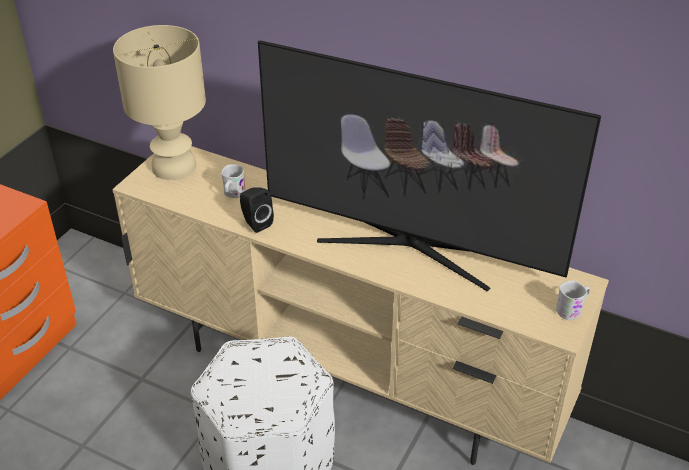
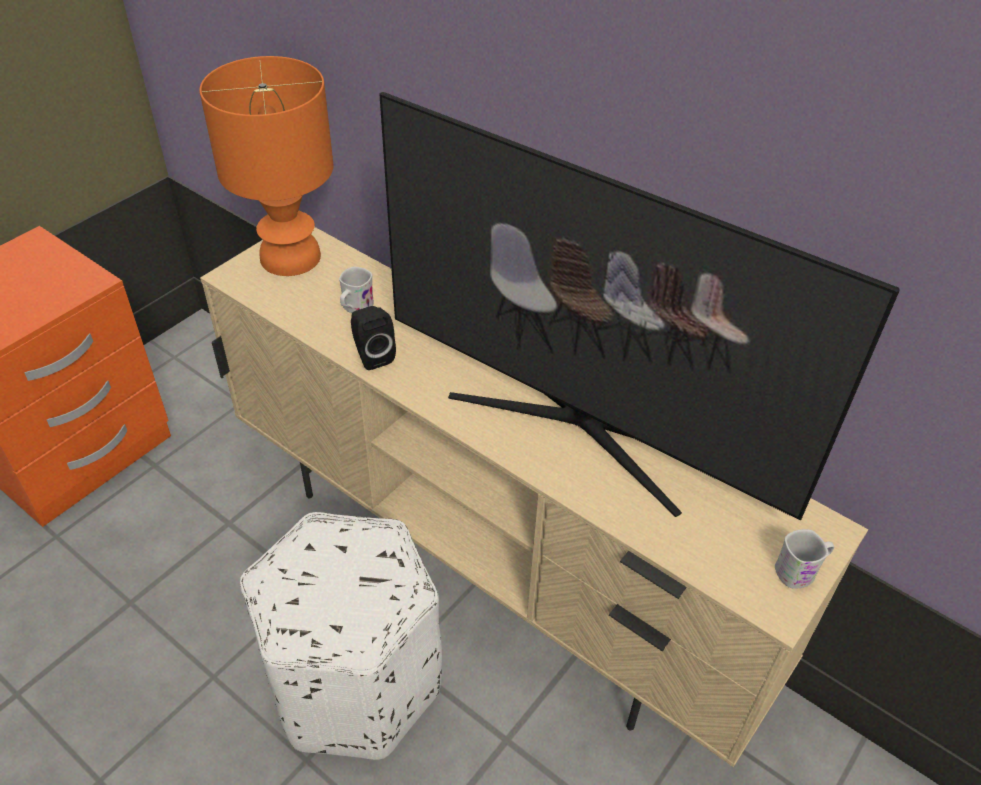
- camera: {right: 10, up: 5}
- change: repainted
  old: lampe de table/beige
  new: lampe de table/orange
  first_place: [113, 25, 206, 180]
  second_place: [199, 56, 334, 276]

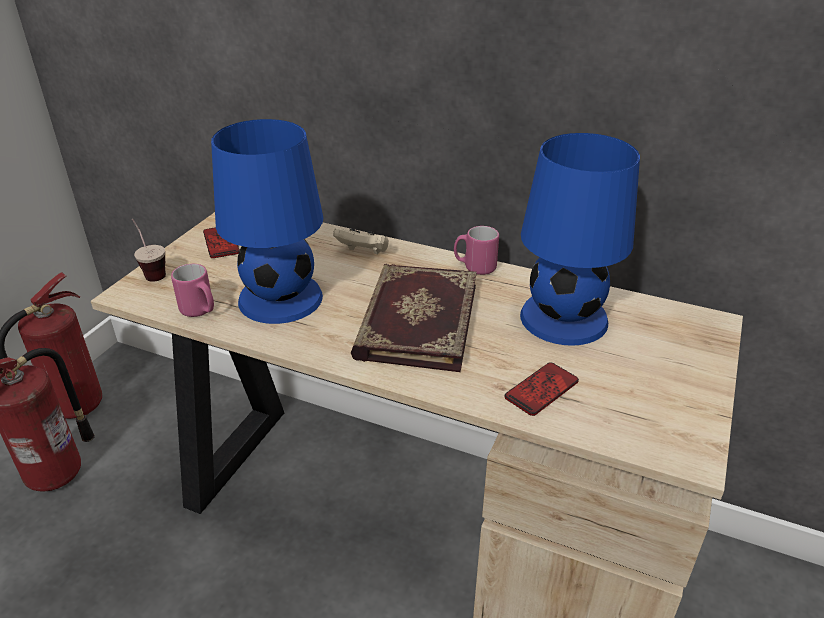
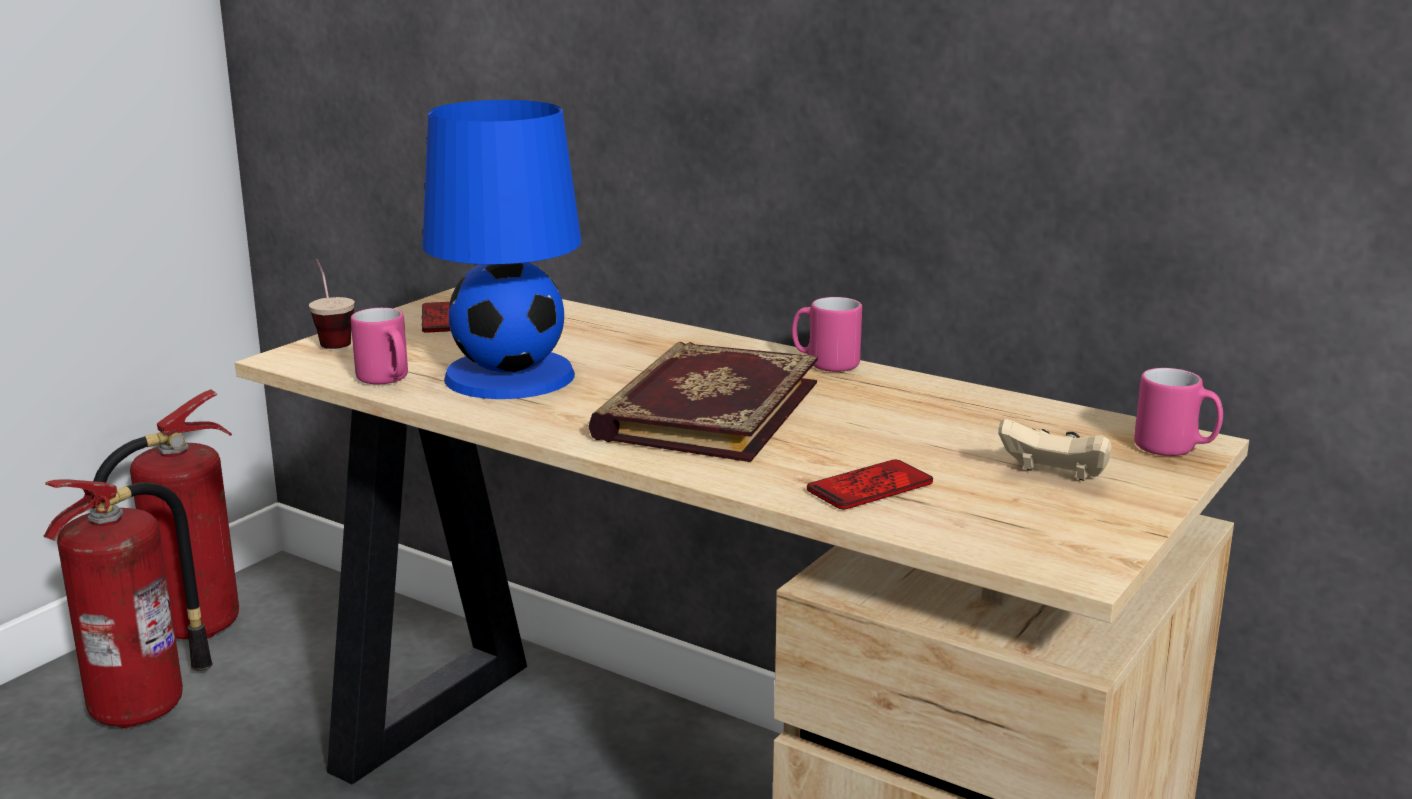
- camera: {right: 10, up: -15}
- change: gone
  old: lampe de table/bleu
  first_place: [520, 133, 640, 346]
- change: new
  new: mug/rose
  second_place: [1134, 368, 1223, 456]
- change: shifted
  old: manette/beige
  first_place: [333, 228, 389, 254]
  second_place: [998, 419, 1111, 481]

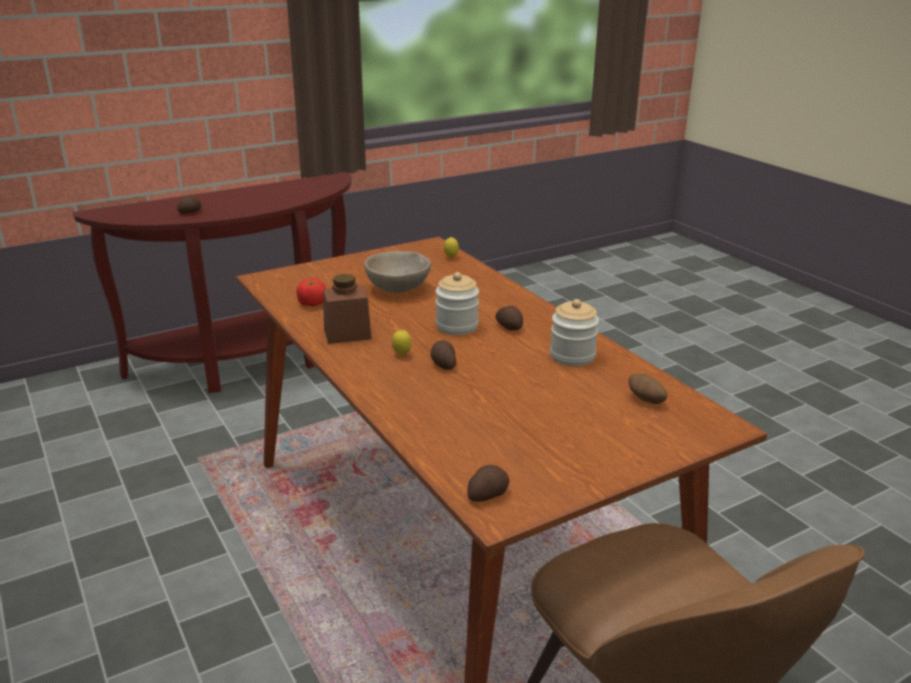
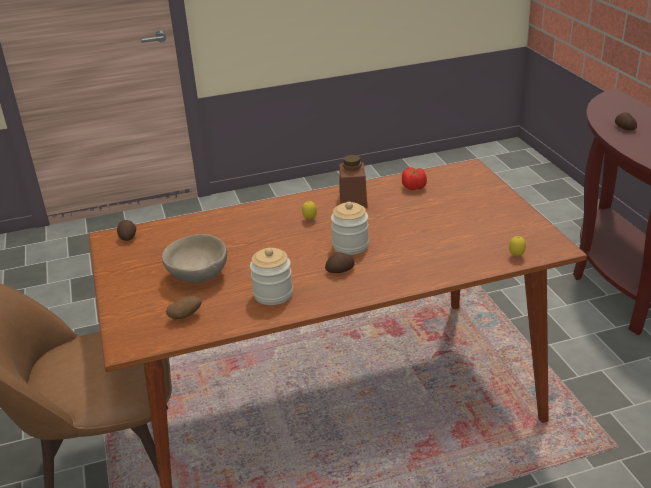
- camera: {right: 105, up: 5}
- change: gone
  old: pomme de terre
  first_place: [430, 340, 456, 370]
- change: shifted
  old: bol/beige
  first_place: [365, 251, 431, 293]
  second_place: [162, 234, 227, 283]

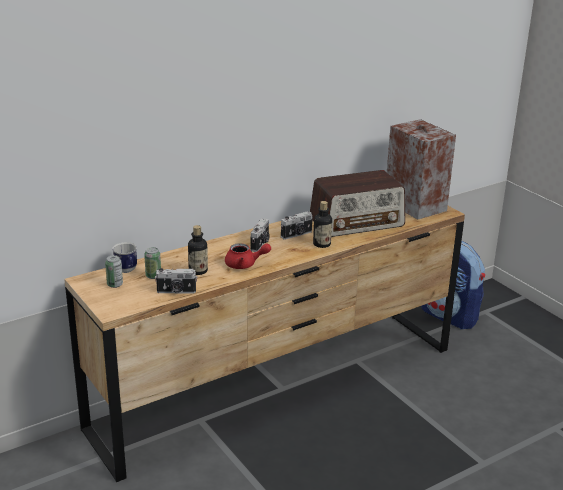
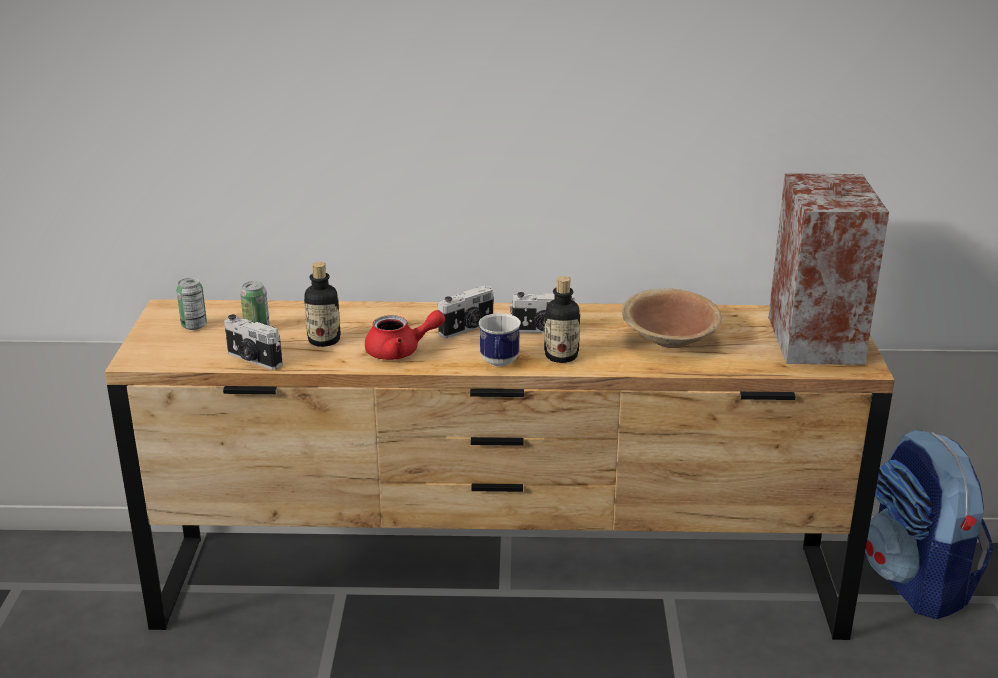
- camera: {right: 35, up: 0}
- change: shifted
  old: mug
  first_place: [112, 242, 137, 273]
  second_place: [479, 313, 521, 367]
- change: swapped
  old: radio
  new: bol/marron
  first_place: [310, 170, 405, 237]
  second_place: [622, 288, 722, 348]
- change: rotated
  old: théière/rouge
  first_place: [225, 243, 271, 269]
  second_place: [365, 310, 445, 360]
  degrees: -45

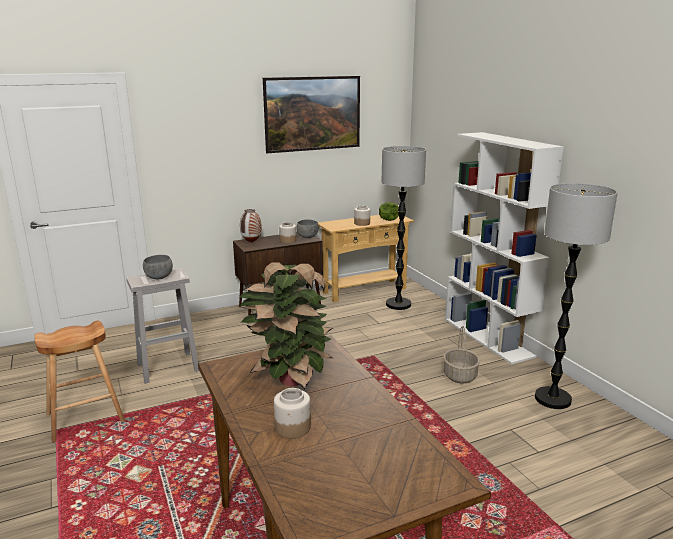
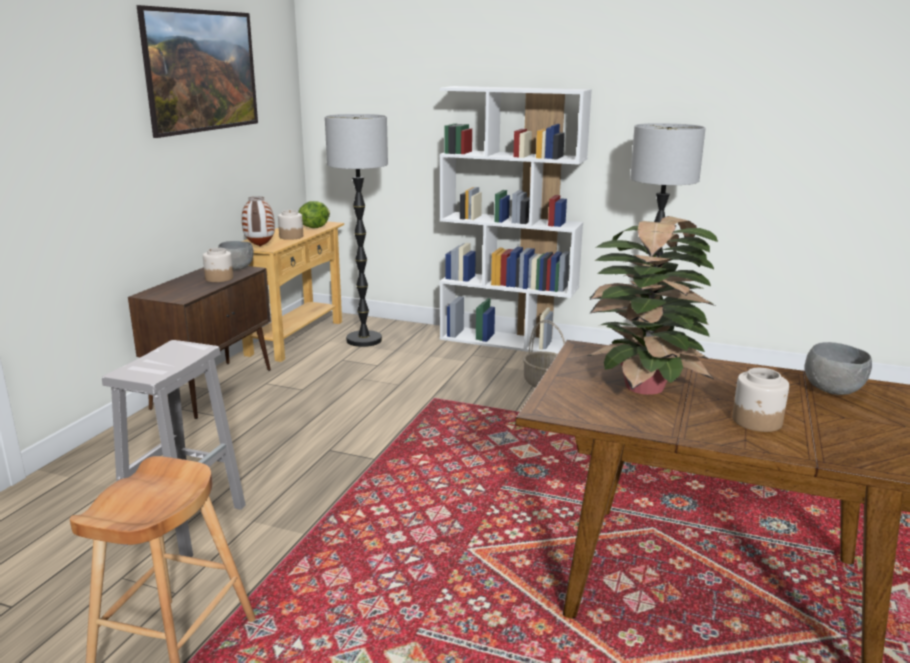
- camera: {right: -45, up: 0}
- change: shifted
  old: bol/gris
  first_place: [143, 255, 173, 280]
  second_place: [805, 342, 872, 395]
- change: shifted
  old: vase
  first_place: [240, 209, 262, 242]
  second_place: [242, 196, 275, 247]

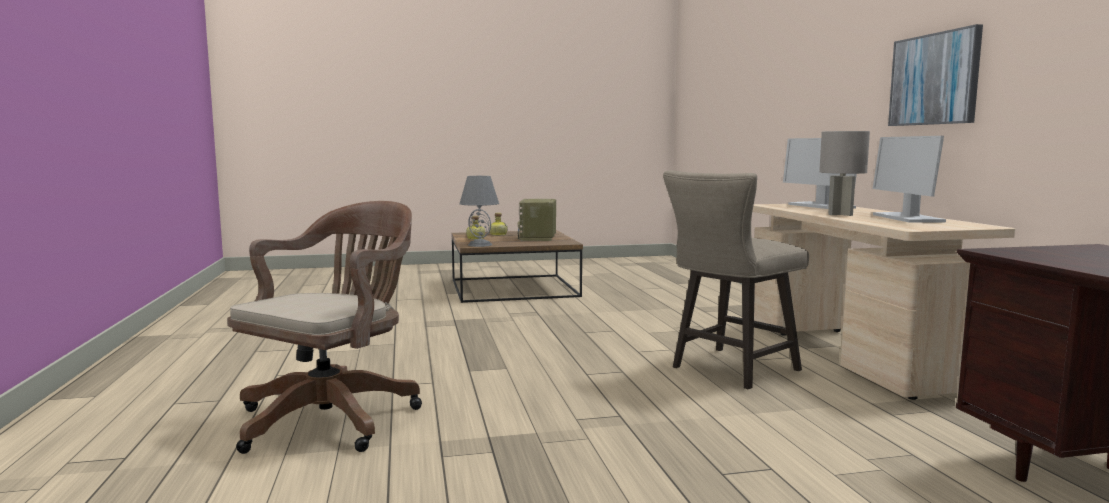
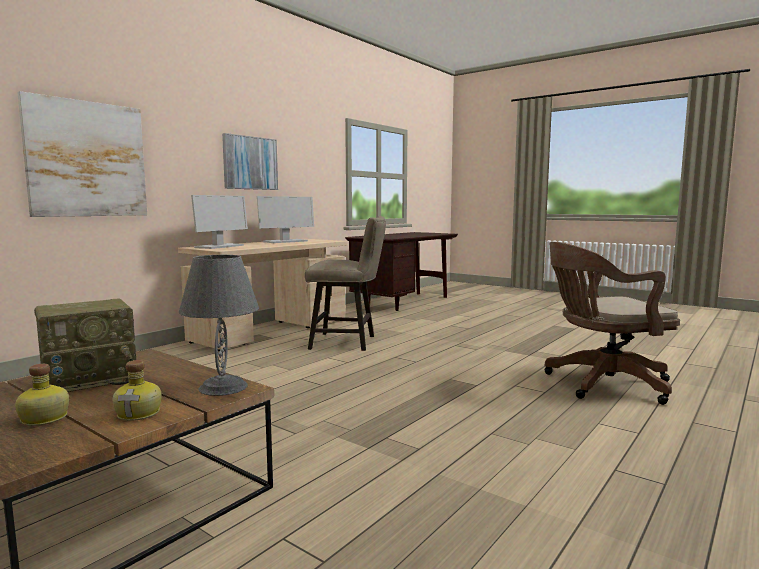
- camera: {right: -130, up: 0}
- change: gone
  old: lampe de table/gris
  first_place: [819, 131, 870, 216]
- change: new
  new: tableau
  second_place: [17, 91, 147, 217]

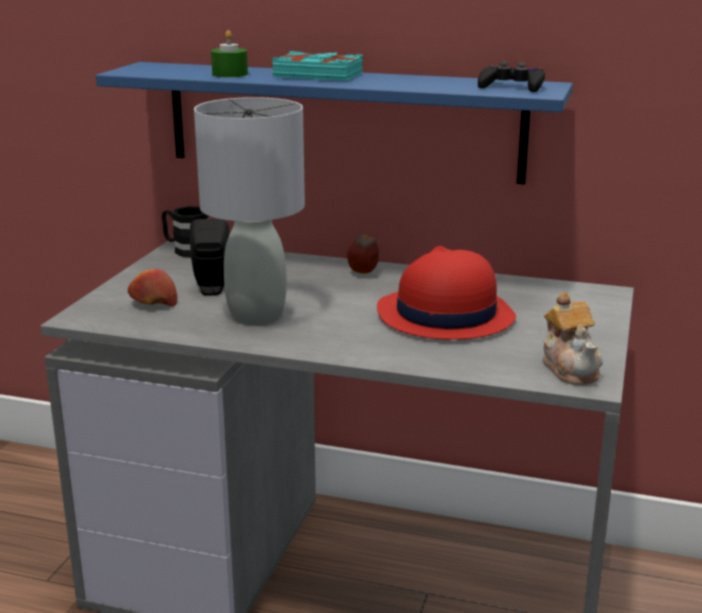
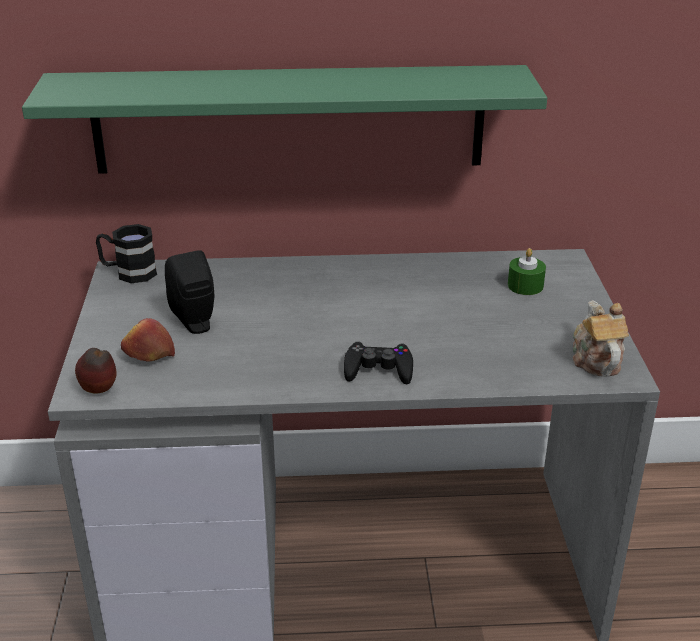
- camera: {right: -20, up: 10}
- change: gone
  old: lampe de table/gris
  first_place: [194, 97, 305, 326]
- change: gone
  old: livre/turquoise
  first_place: [272, 51, 363, 81]
- change: gone
  old: chapeau/rouge
  first_place: [377, 246, 516, 340]
- change: shifted
  old: bougie/vert
  first_place: [211, 30, 248, 77]
  second_place: [508, 248, 546, 295]
- change: shifted
  old: pomme
  first_place: [347, 234, 379, 274]
  second_place: [75, 348, 117, 394]
- change: shifted
  old: manette/noir
  first_place: [478, 61, 545, 92]
  second_place: [344, 341, 413, 384]
- change: repainted
  old: étagère/bleu
  new: étagère/vert
  first_place: [96, 62, 573, 185]
  second_place: [22, 65, 547, 174]
- change: rotated
  old: théière
  first_place: [543, 292, 603, 385]
  second_place: [573, 300, 629, 377]
  degrees: -150

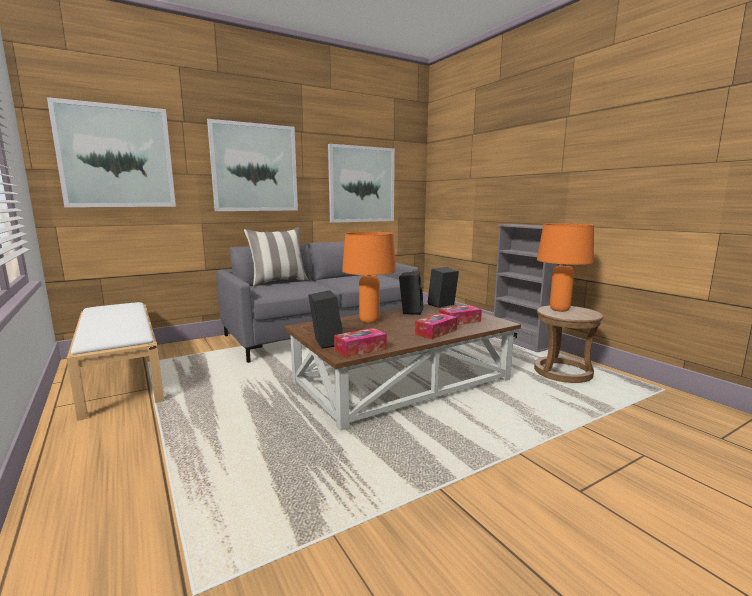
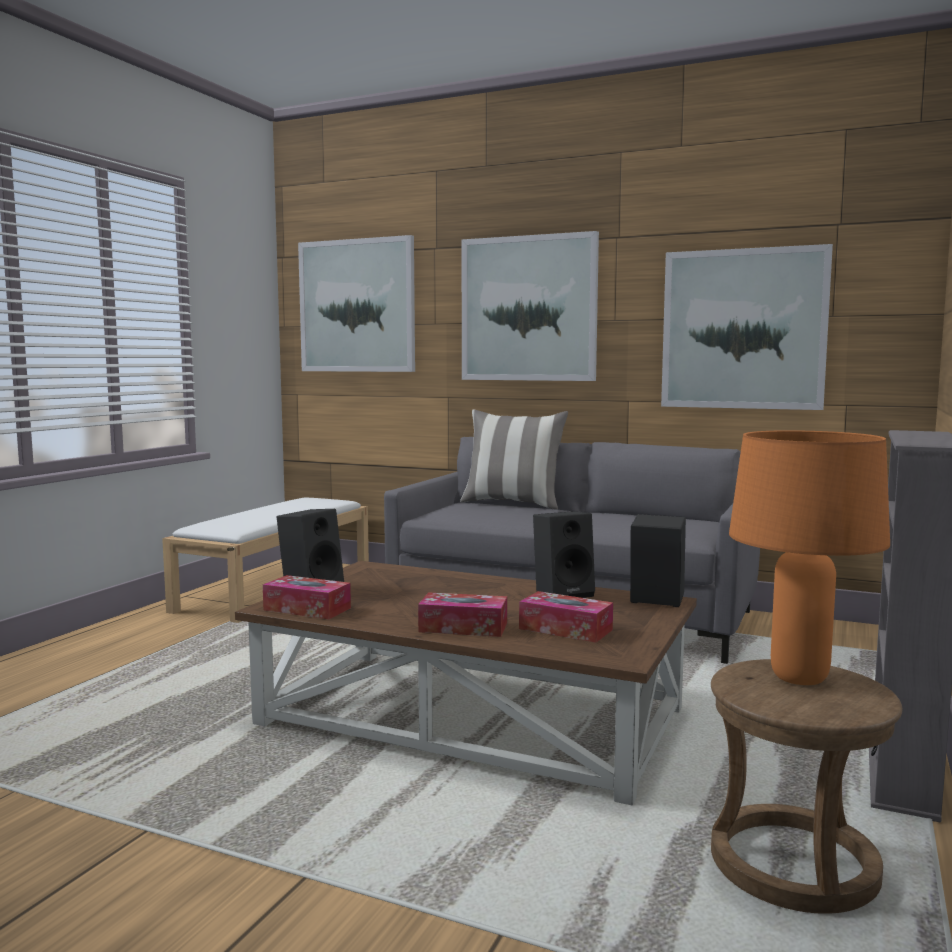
- camera: {right: 55, up: -5}
- change: gone
  old: lampe de table/orange
  first_place: [342, 232, 396, 323]

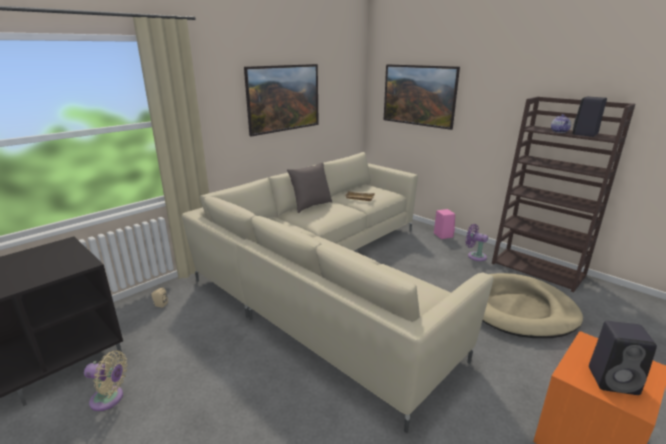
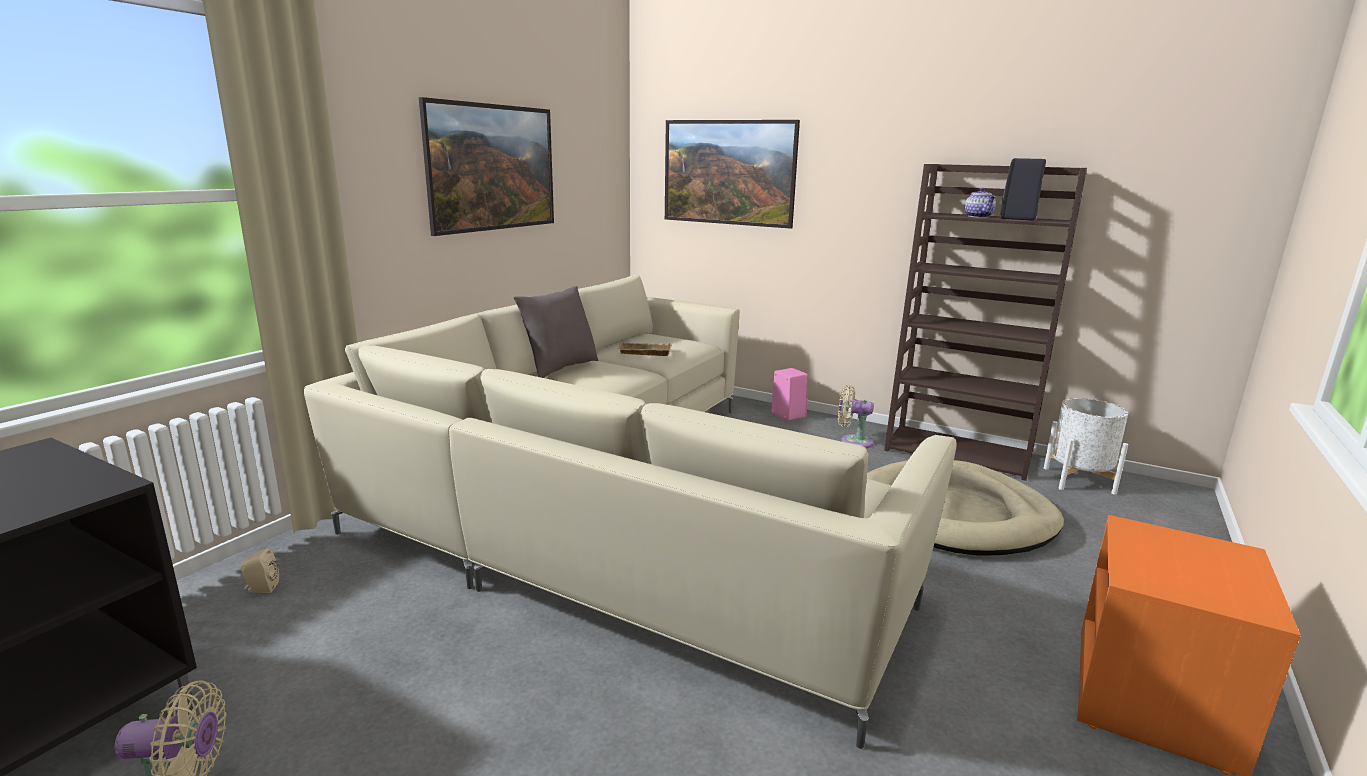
- camera: {right: -15, up: -5}
- change: gone
  old: enceinte/noir
  first_place: [589, 321, 657, 395]
- change: new
  new: cache-pot/blanc
  second_place: [1044, 398, 1128, 495]
- change: repainted
  old: ventilateur/violet
  new: ventilateur/beige
  first_place: [465, 224, 488, 261]
  second_place: [838, 385, 874, 448]

